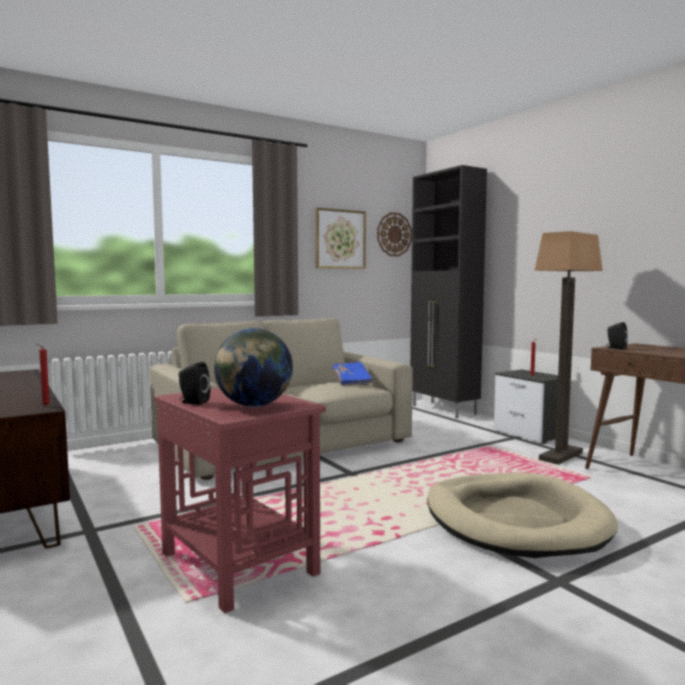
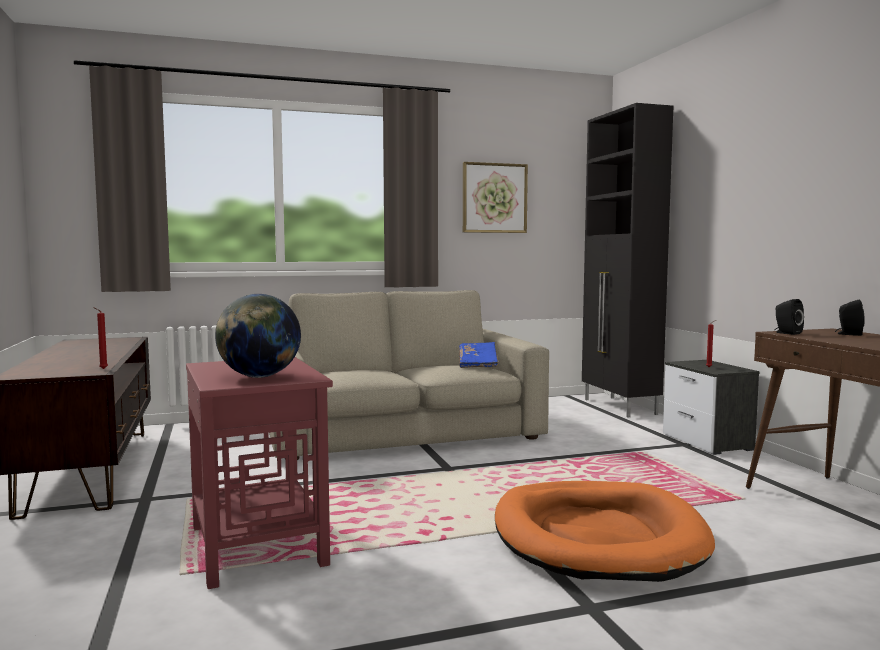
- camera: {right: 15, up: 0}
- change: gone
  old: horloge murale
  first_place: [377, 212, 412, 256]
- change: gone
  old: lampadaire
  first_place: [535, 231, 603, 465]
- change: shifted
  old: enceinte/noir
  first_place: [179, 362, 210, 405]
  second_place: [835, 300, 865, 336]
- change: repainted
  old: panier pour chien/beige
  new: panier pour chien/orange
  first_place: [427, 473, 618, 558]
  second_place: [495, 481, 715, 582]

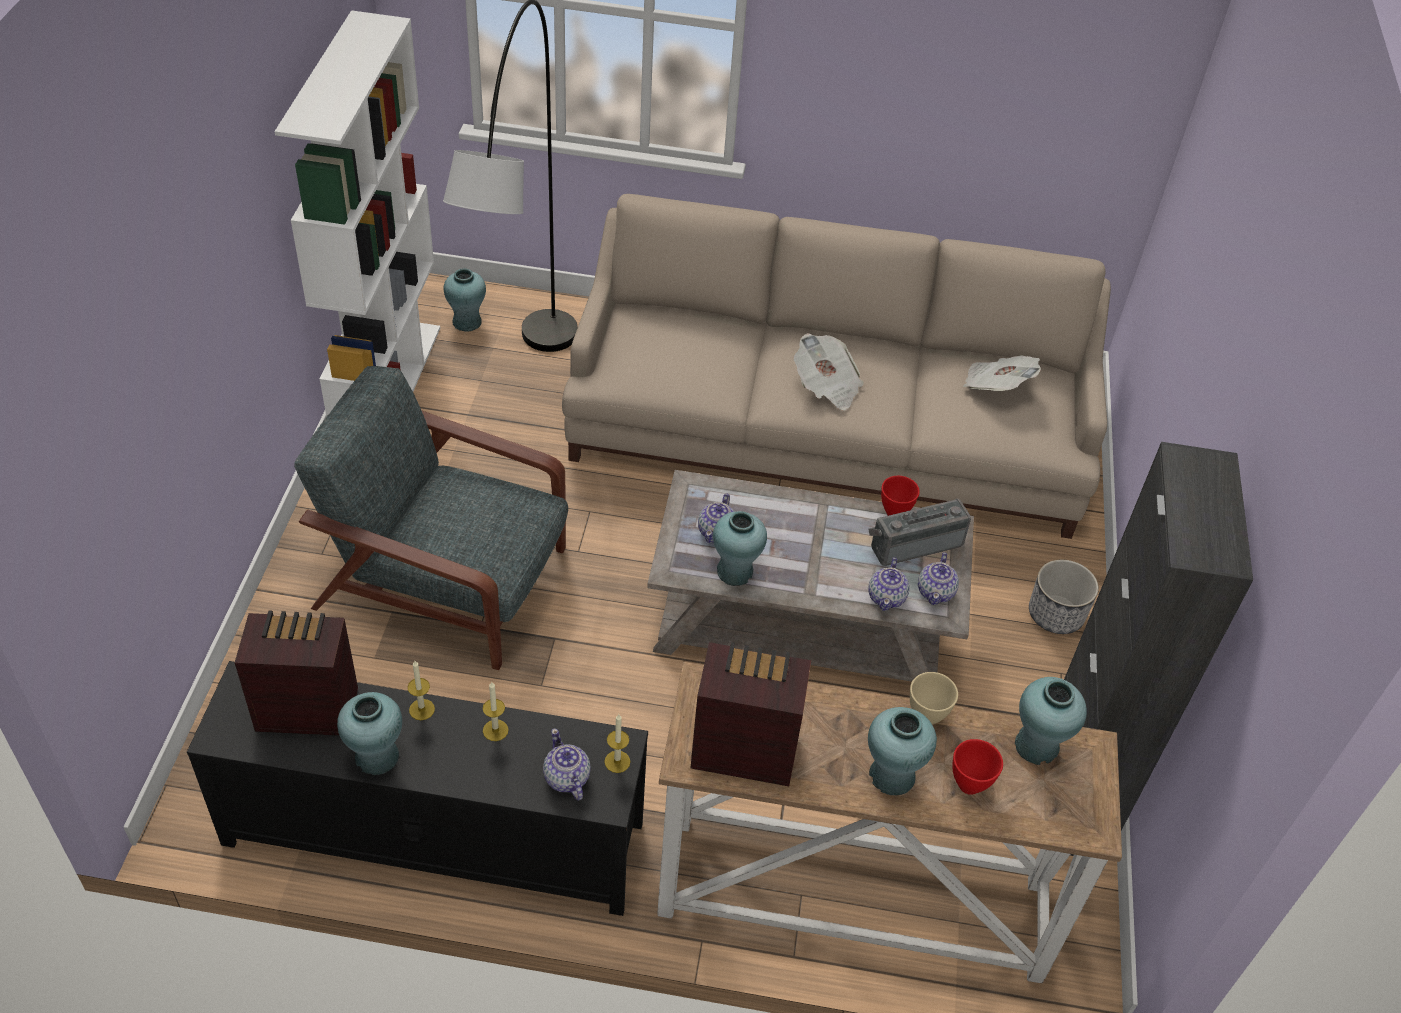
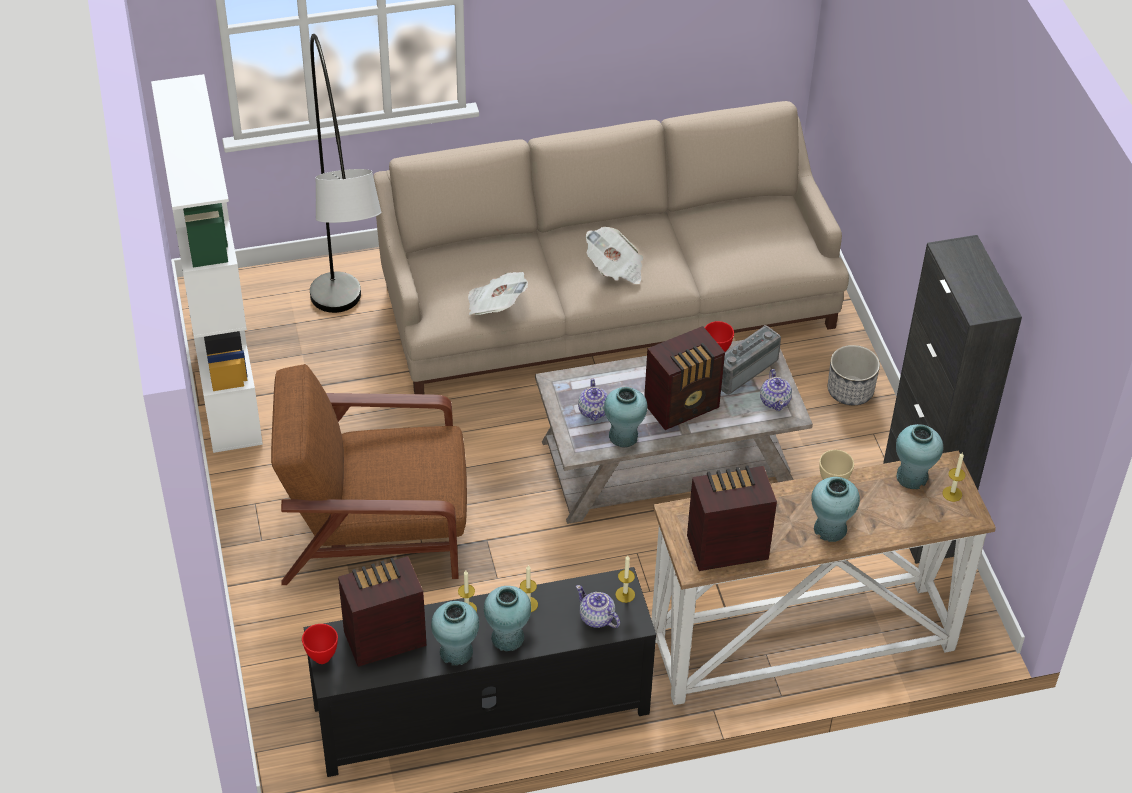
- camera: {right: -20, up: 0}
- change: gone
  old: théière
  first_place: [868, 557, 910, 611]
- change: new
  new: radio
  second_place: [644, 326, 725, 430]
- change: new
  new: bougie
  second_place: [942, 452, 966, 502]
- change: shifted
  old: vase/turquoise
  first_place: [443, 268, 486, 332]
  second_place: [484, 586, 531, 651]
- change: shifted
  old: bol/rouge
  first_place: [952, 739, 1003, 795]
  second_place: [302, 624, 338, 664]
- change: shifted
  old: journal
  first_place: [963, 355, 1041, 391]
  second_place: [468, 272, 528, 315]
- change: repainted
  old: fauteuil/gris
  new: fauteuil/marron
  first_place: [294, 366, 568, 670]
  second_place: [271, 364, 467, 585]

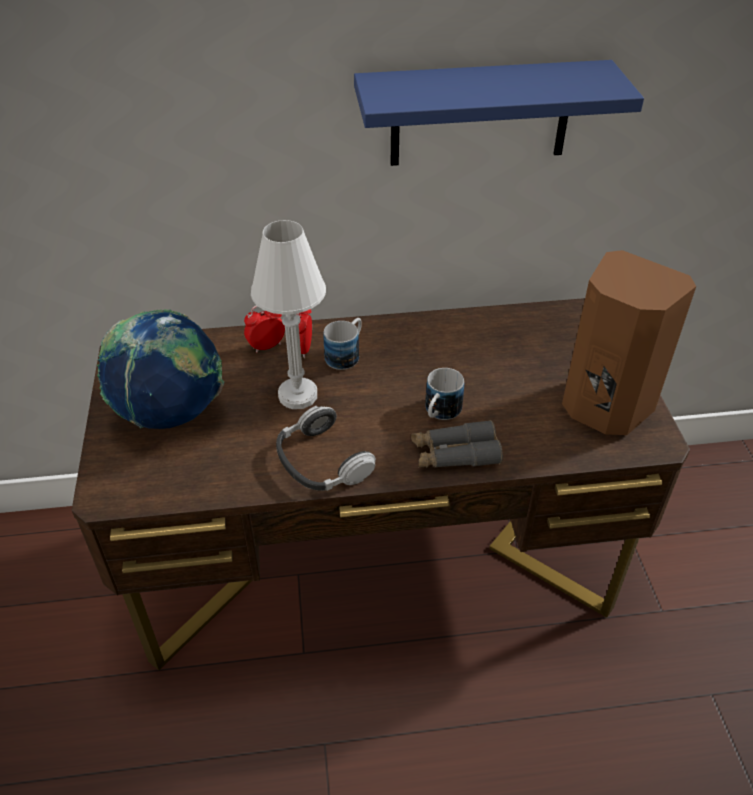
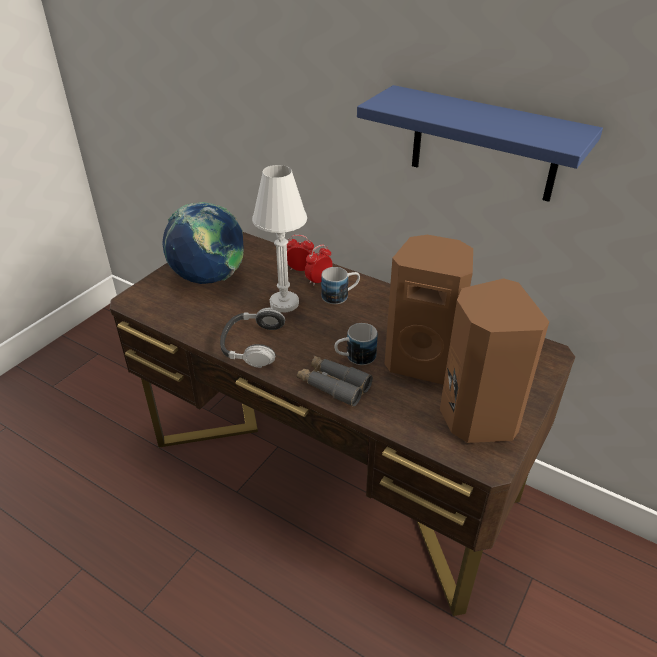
- camera: {right: 40, up: -5}
- change: new
  new: enceinte/marron
  second_place: [385, 235, 473, 385]

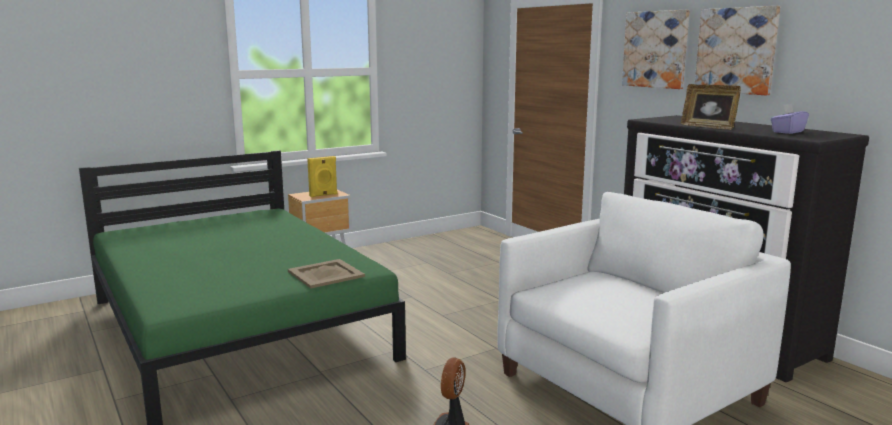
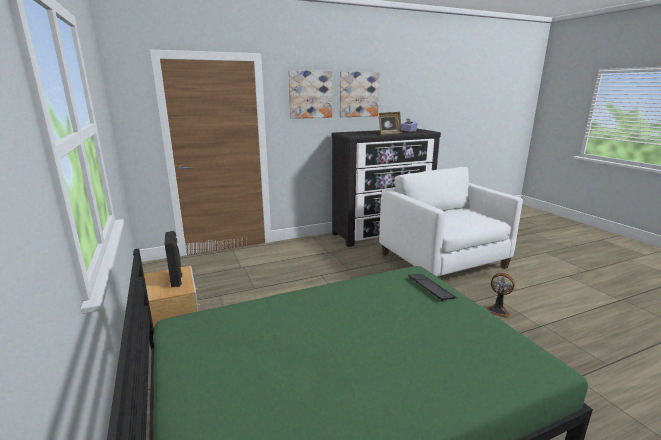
- camera: {right: -80, up: 5}
- change: swapped
  old: plateau/beige
  new: clavier
  first_place: [288, 259, 365, 288]
  second_place: [408, 274, 457, 301]
- change: repainted
  old: enceinte/jaune
  new: enceinte/noir
  first_place: [307, 156, 337, 197]
  second_place: [165, 231, 182, 287]

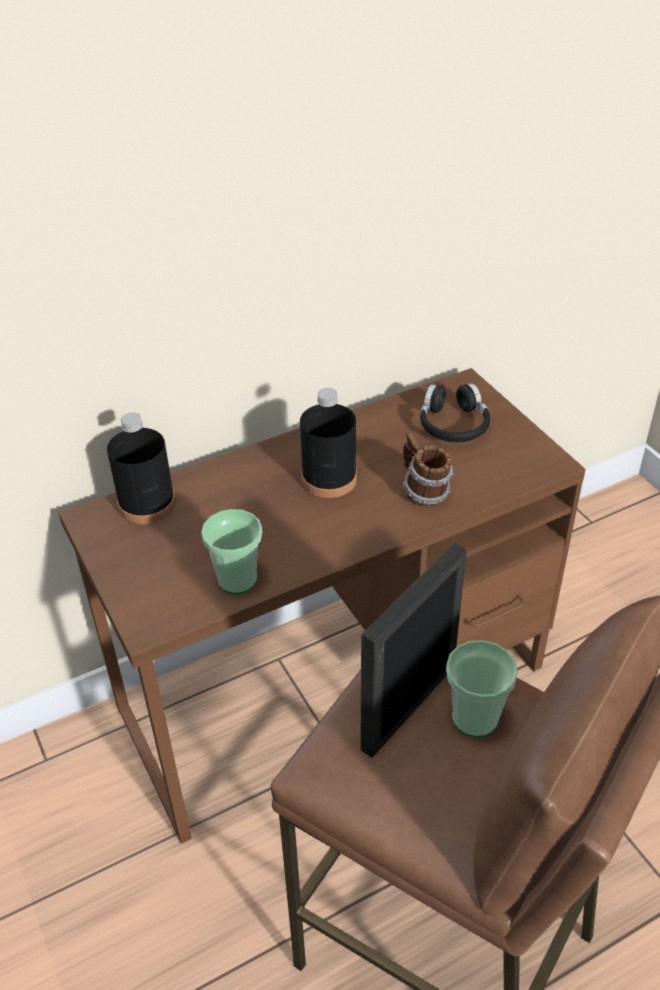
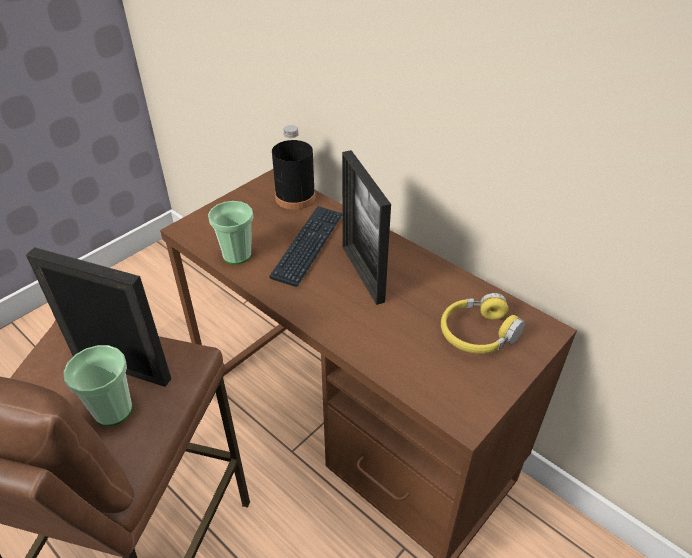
- camera: {right: 70, up: 0}
- change: gone
  old: mug
  first_place: [402, 433, 453, 506]
- change: new
  new: clavier
  second_place: [269, 206, 342, 287]
- change: swapped
  old: bouteille/noir
  new: cadre photo
  first_place: [300, 388, 357, 498]
  second_place: [342, 150, 391, 305]
- change: repainted
  old: casque audio/noir
  new: casque audio/jaune
  first_place: [420, 383, 490, 442]
  second_place: [441, 293, 525, 354]

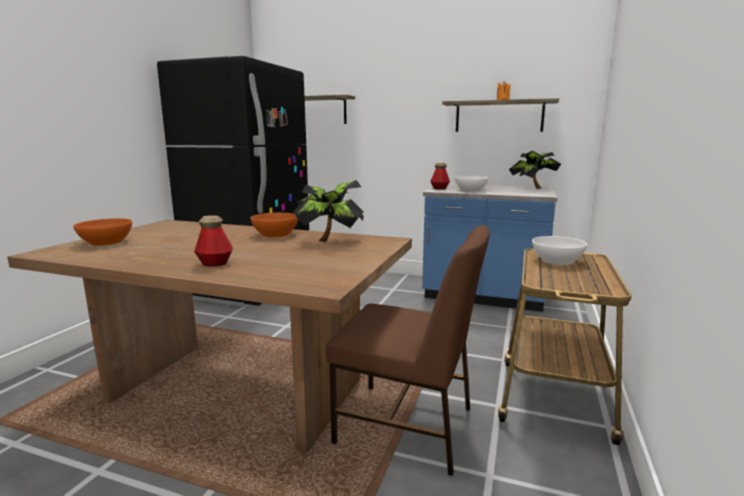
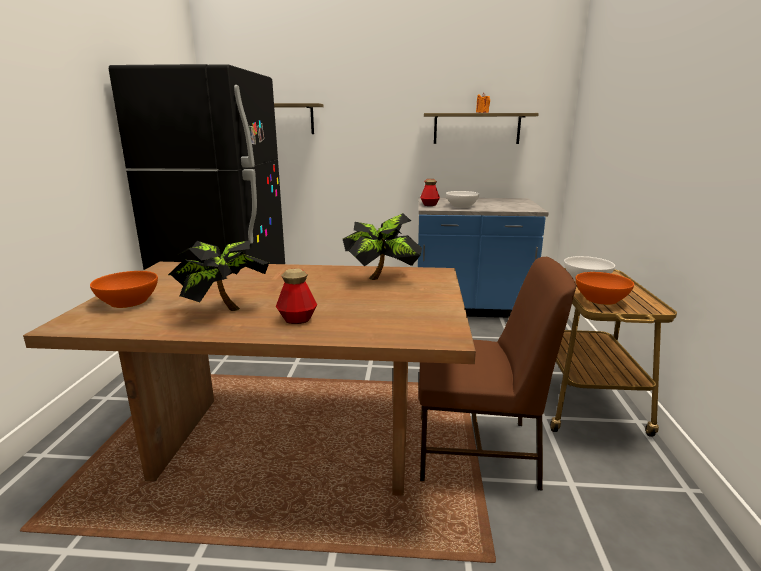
- camera: {right: -15, up: 5}
- change: shifted
  old: bol/orange
  first_place: [250, 213, 298, 238]
  second_place: [575, 272, 634, 305]
- change: shifted
  old: plante en pot
  first_place: [509, 150, 561, 189]
  second_place: [168, 240, 269, 311]

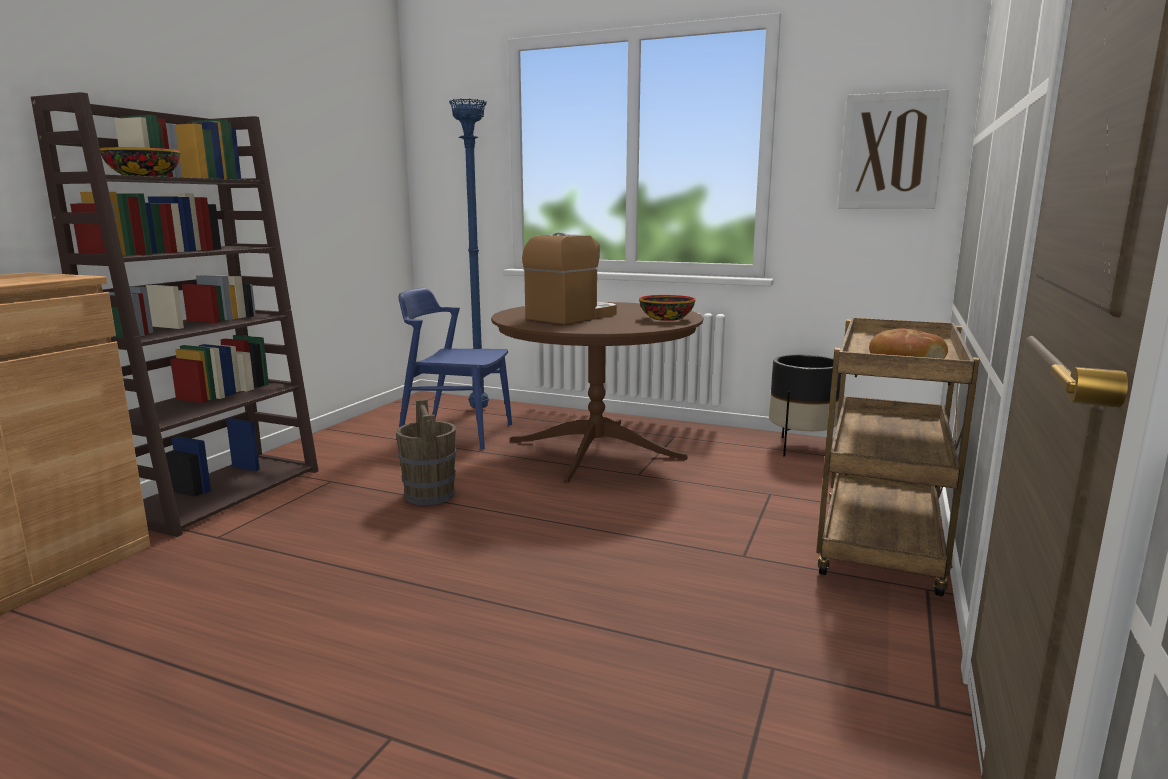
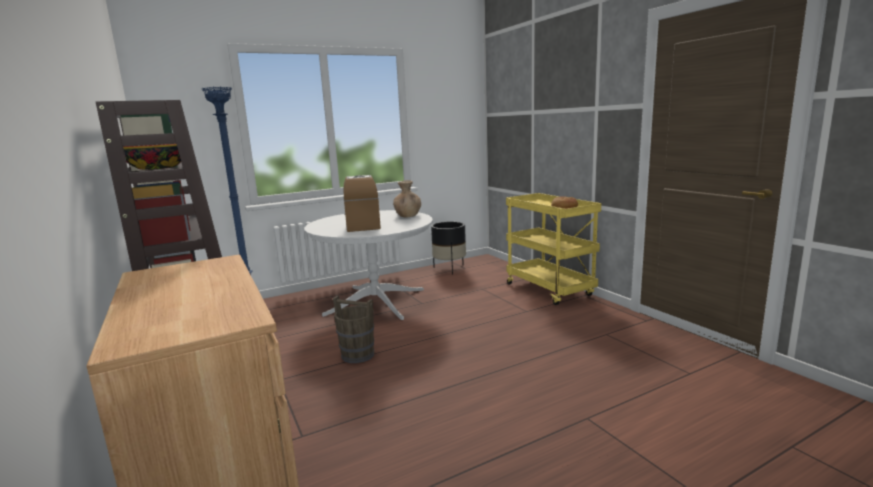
- camera: {right: -50, up: 0}
- change: gone
  old: chaise/bleu
  first_place: [399, 288, 512, 450]
- change: gone
  old: tableau
  first_place: [838, 90, 949, 209]
- change: swapped
  old: bol
  new: vase/marron
  first_place: [639, 295, 695, 321]
  second_place: [393, 180, 421, 217]
- change: repainted
  old: table à manger/marron
  new: table à manger/blanc
  first_place: [491, 302, 703, 483]
  second_place: [304, 210, 433, 320]
- change: repainted
  old: chariot/marron
  new: chariot/jaune
  first_place: [816, 317, 980, 596]
  second_place: [506, 193, 601, 305]

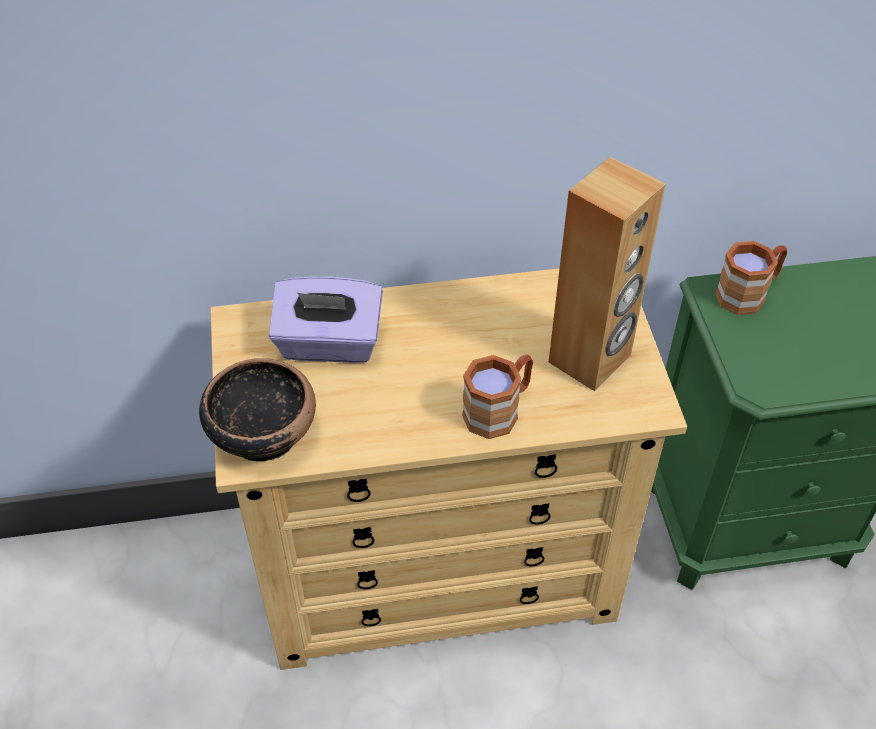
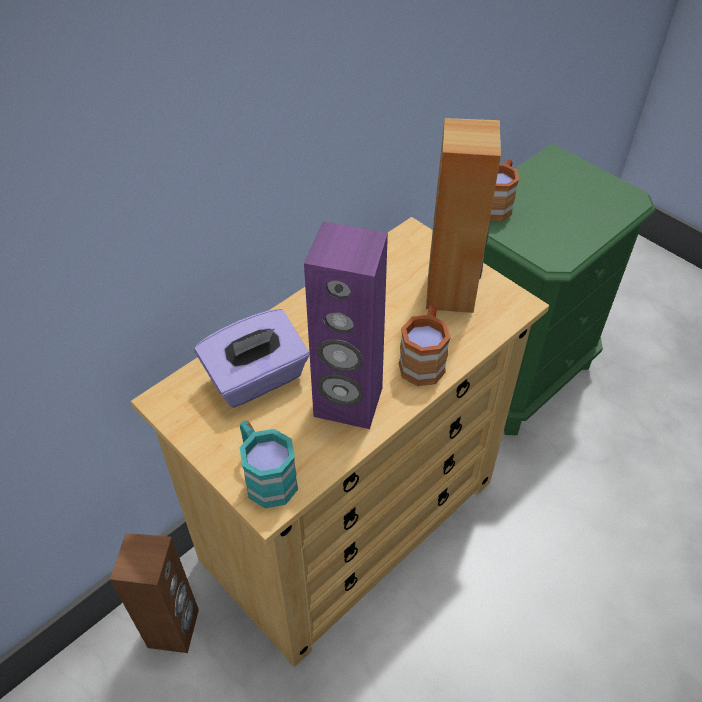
- camera: {right: -35, up: 0}
- change: new
  new: enceinte/marron
  second_place: [110, 533, 199, 653]
- change: new
  new: enceinte/violet
  second_place: [304, 221, 388, 429]
- change: swapped
  old: bol
  new: mug/turquoise
  first_place: [199, 358, 316, 462]
  second_place: [240, 420, 298, 508]

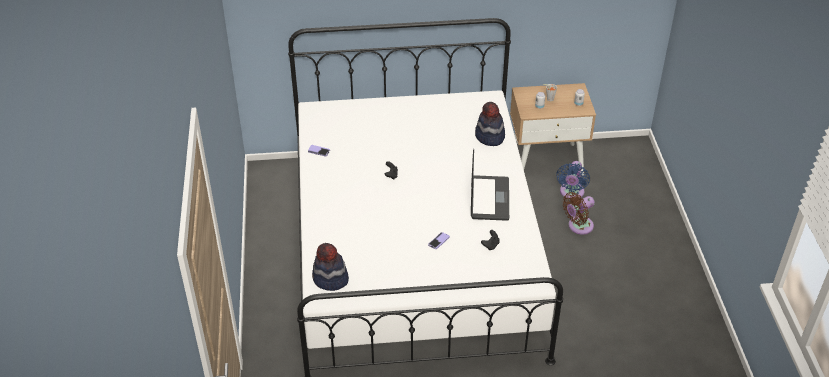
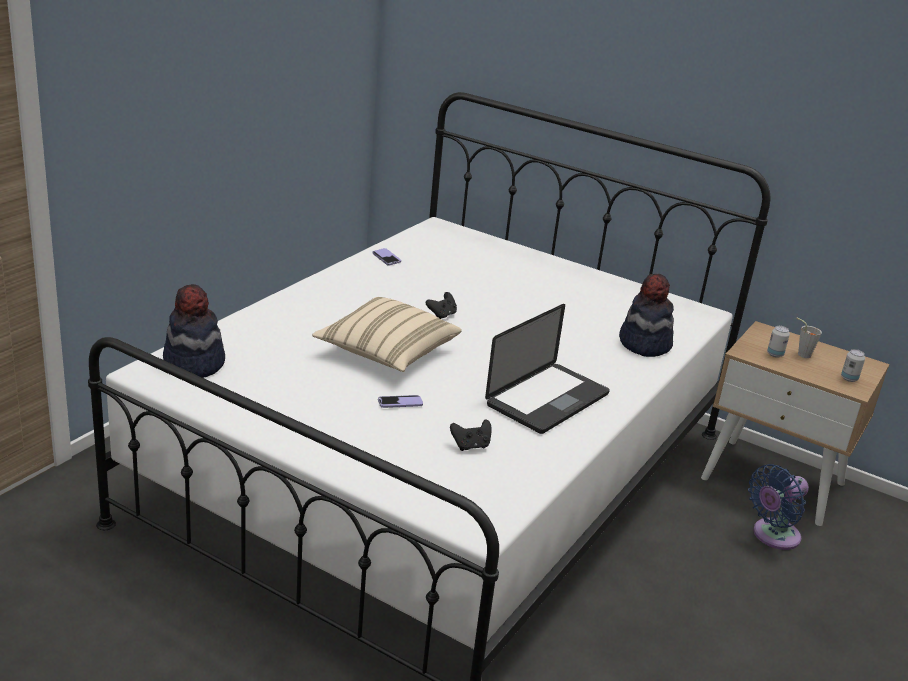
- camera: {right: 35, up: -15}
- change: gone
  old: ventilateur/marron
  first_place: [563, 192, 595, 235]
- change: new
  new: coussin/beige
  second_place: [312, 297, 462, 372]

